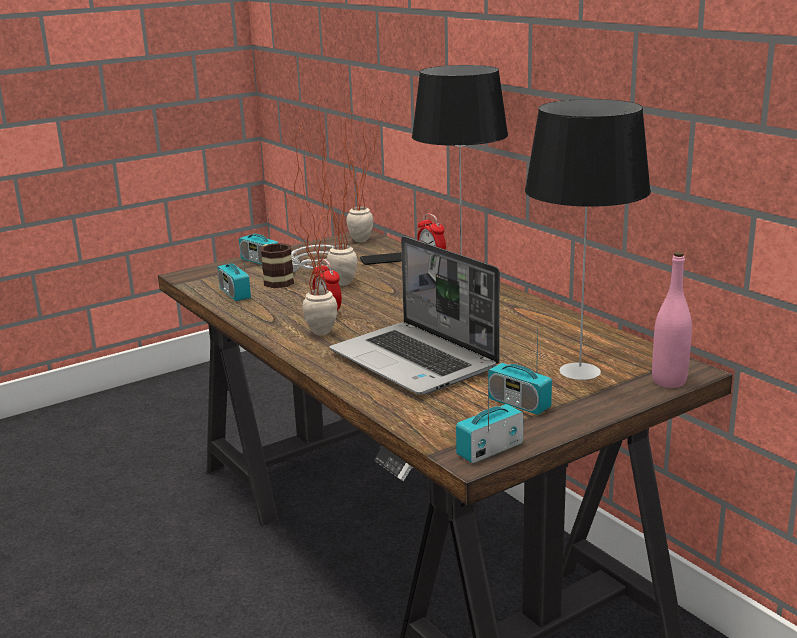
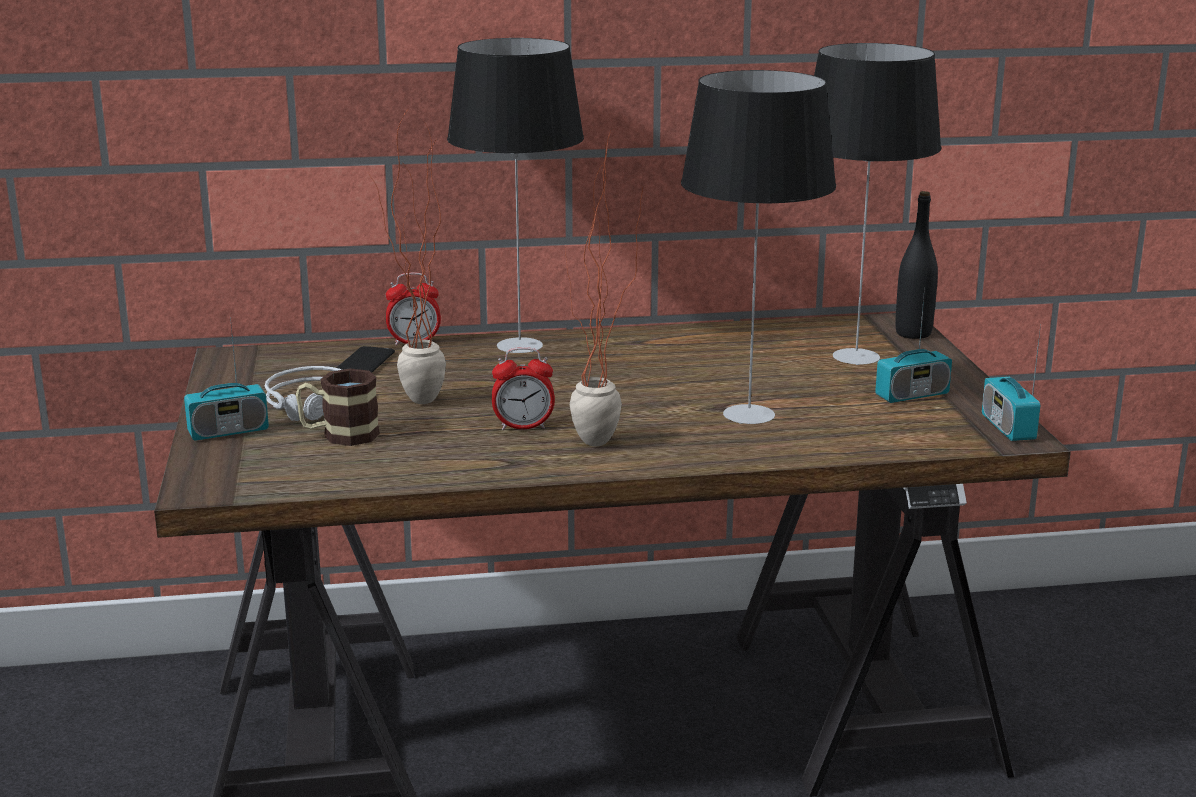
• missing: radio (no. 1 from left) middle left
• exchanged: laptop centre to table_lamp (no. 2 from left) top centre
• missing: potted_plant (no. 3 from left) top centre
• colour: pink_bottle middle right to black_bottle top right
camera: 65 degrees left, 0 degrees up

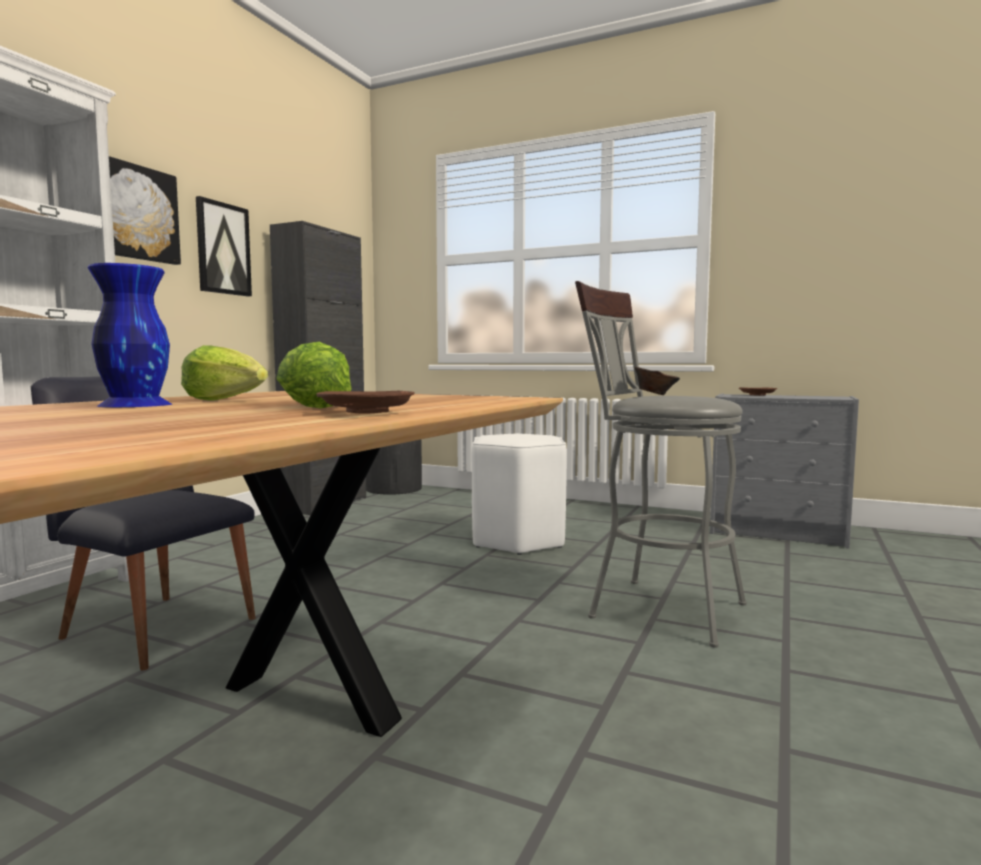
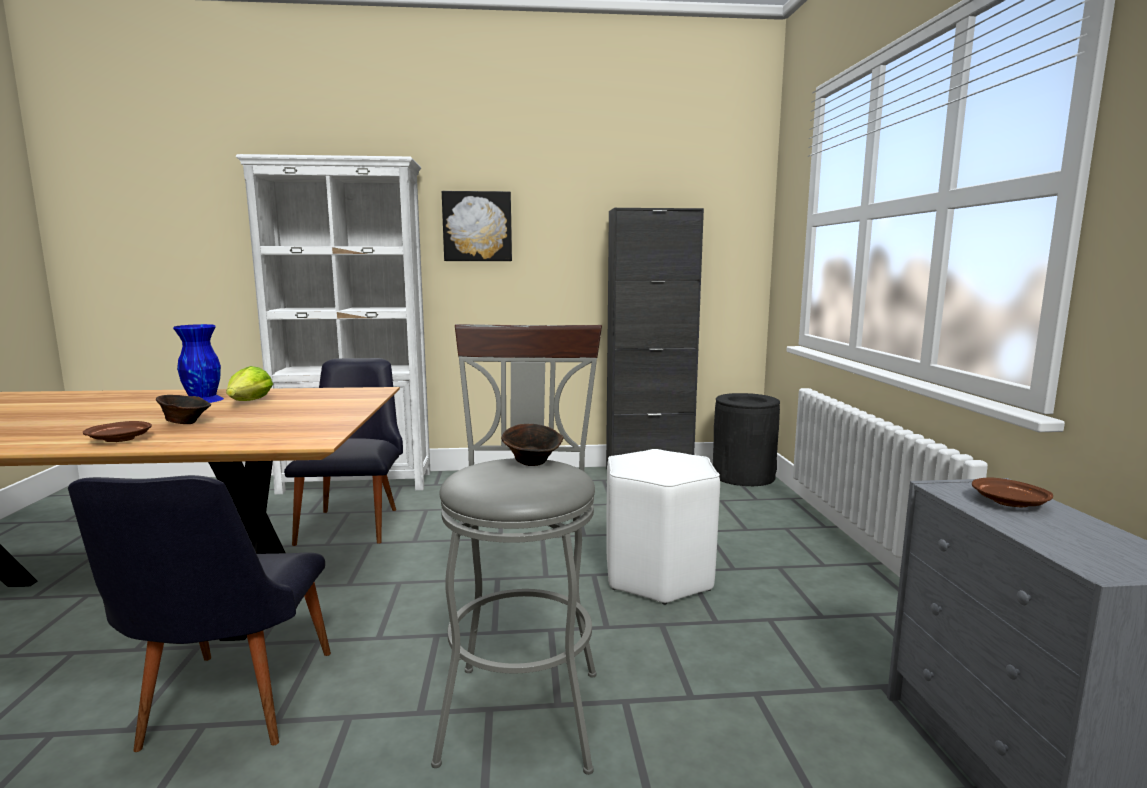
• missing: picture (no. 2 from left) top left
• exchanged: lettuce (no. 2 from left) middle left to brown_bowl (no. 1 from left) middle left
• appeared: black_chair (no. 1 from left) bottom left
camera: 60 degrees right, 5 degrees up

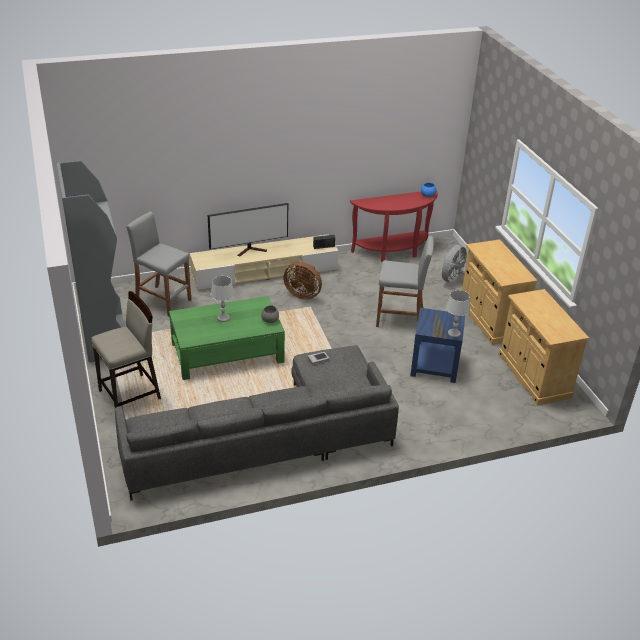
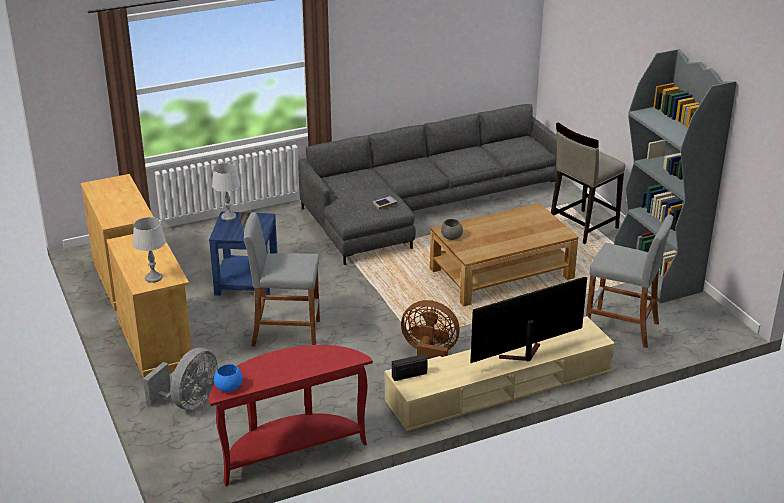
• colour: green_coffee_table centre to brown_coffee_table centre
• relocated: grey_table_lamp (no. 1 from left) centre to middle left
camera: 175 degrees right, 5 degrees down

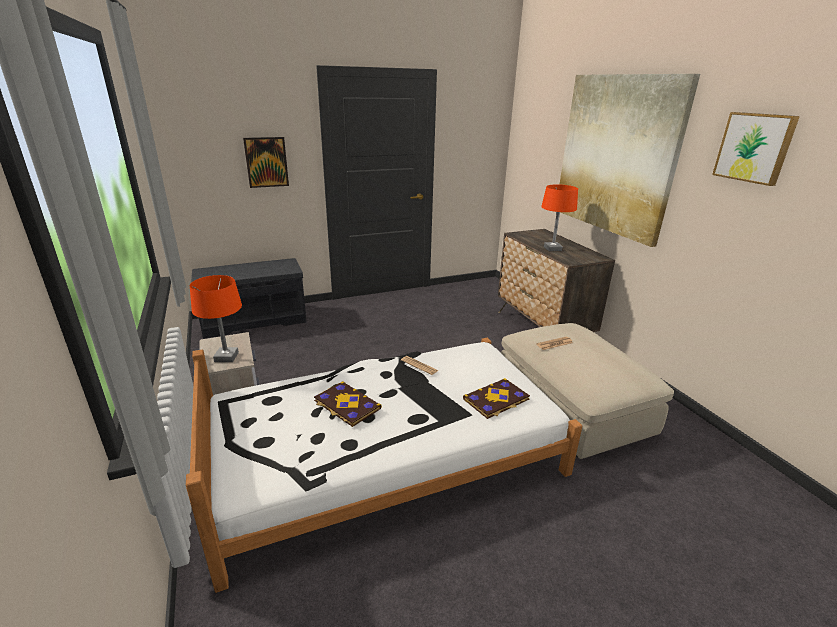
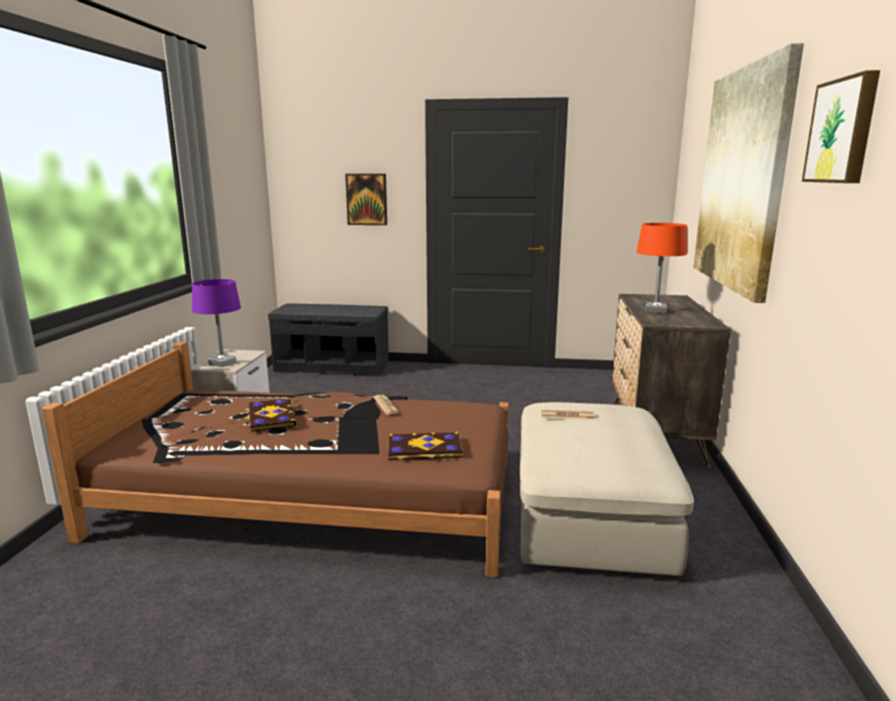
• colour: white_bed bottom centre to brown_bed middle left
• colour: orange_table_lamp (no. 1 from left) middle left to purple_table_lamp middle left
camera: 30 degrees right, 10 degrees down

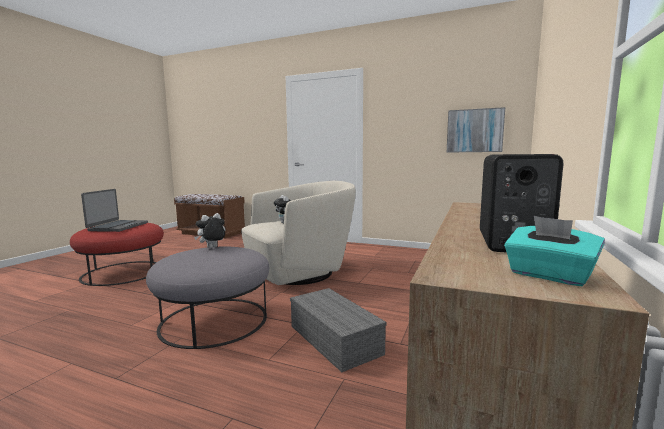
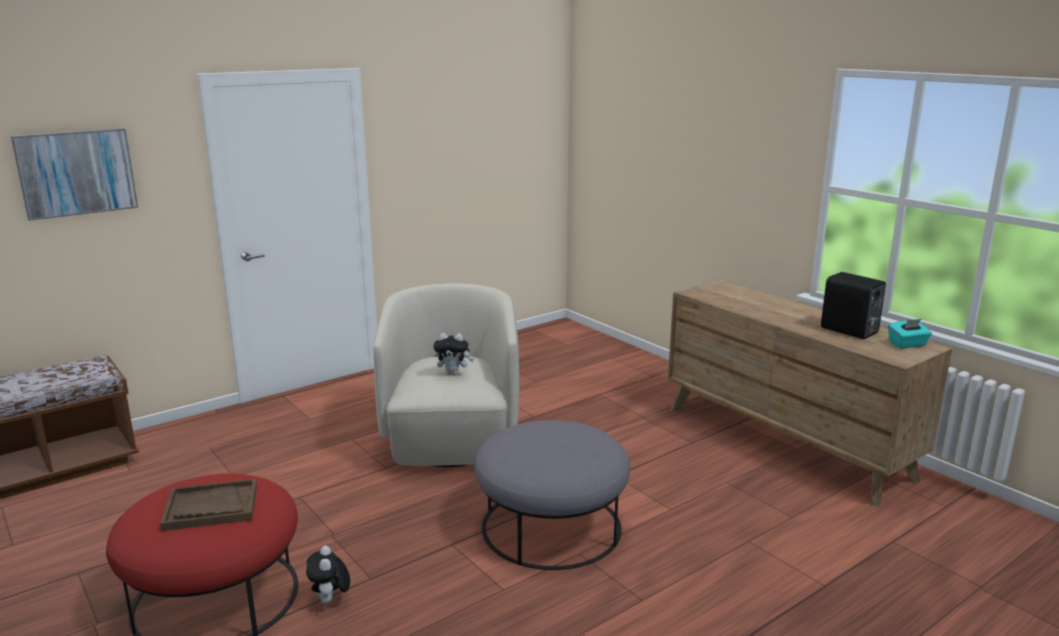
• exchanged: laptop middle left to brown_tray bottom left
• relocated: plush_toy (no. 1 from left) middle left to bottom left
• missing: grey_storage_box bottom centre
• relocated: picture top right to top left
camera: 60 degrees left, 10 degrees up

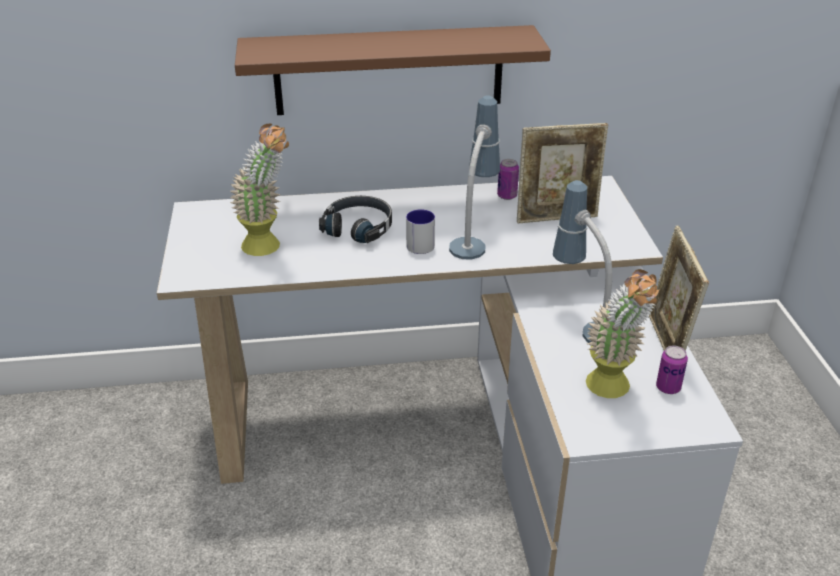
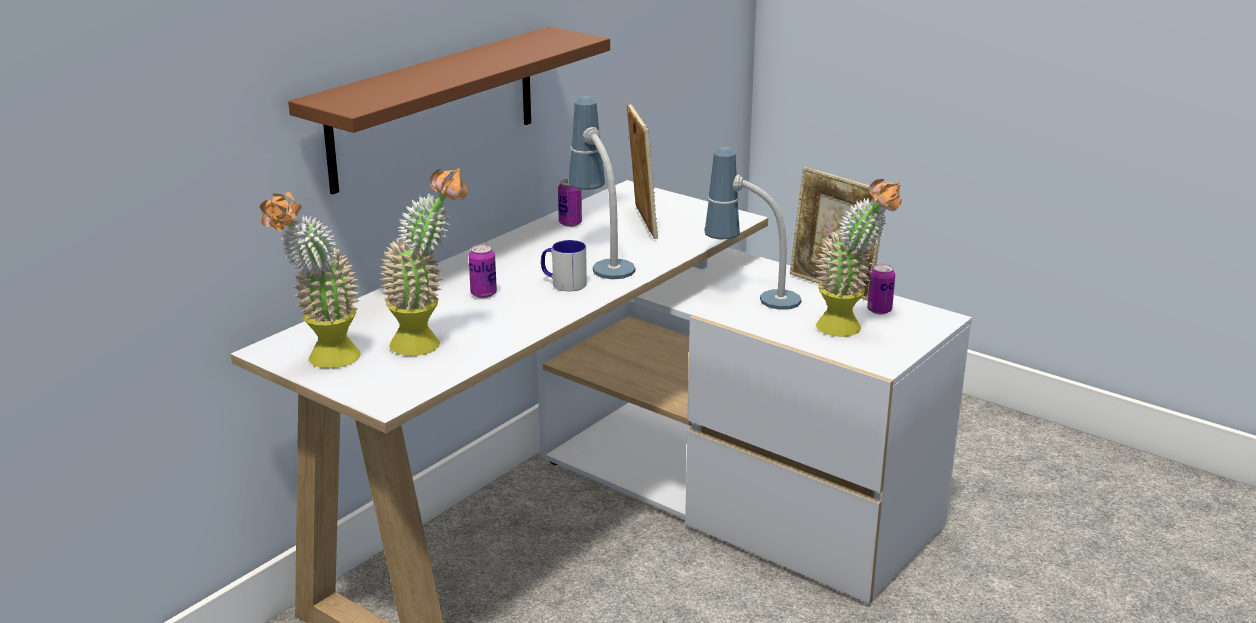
• exchanged: black_headphones centre to can (no. 1 from left) centre
• spun: picture_frame (no. 1 from left) top right = top centre 45 degrees counterclockwise
• appeared: potted_plant (no. 1 from left) middle left
camera: 45 degrees left, 10 degrees down

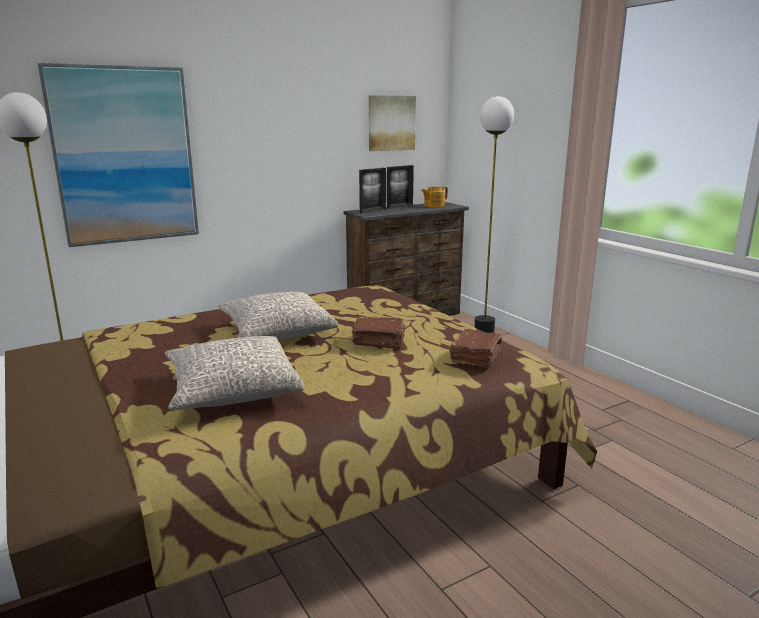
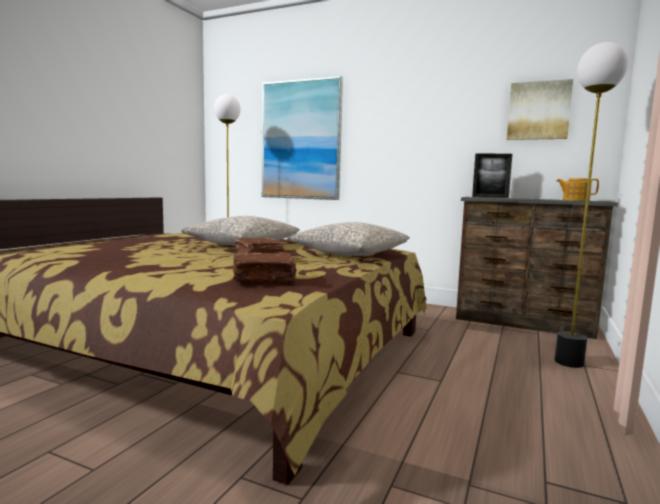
• relocated: grey_pillow (no. 1 from left in the first image) middle left to grey_pillow (no. 2 from left) centre
• missing: picture_frame (no. 2 from left) top centre
camera: 55 degrees right, 10 degrees down

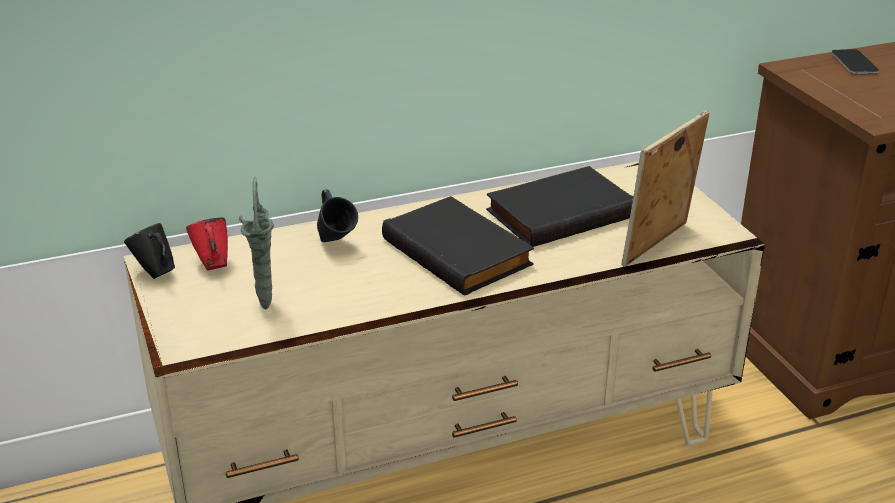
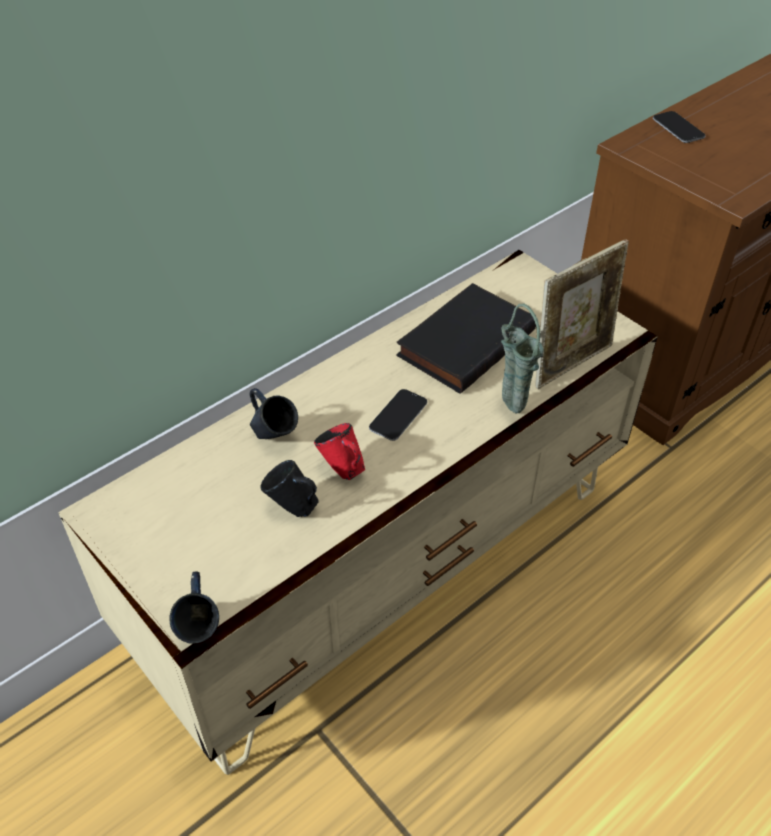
• relocated: black_mug middle left to centre
• relocated: red_mug middle left to centre
• relocated: green_vase middle left to middle right
• exchanged: black_book (no. 1 from left) centre to phone (no. 1 from left) centre
• spun: picture_frame middle right = middle right 150 degrees counterclockwise
• appeared: blue_mug (no. 1 from left) bottom left
camera: 20 degrees left, 15 degrees up

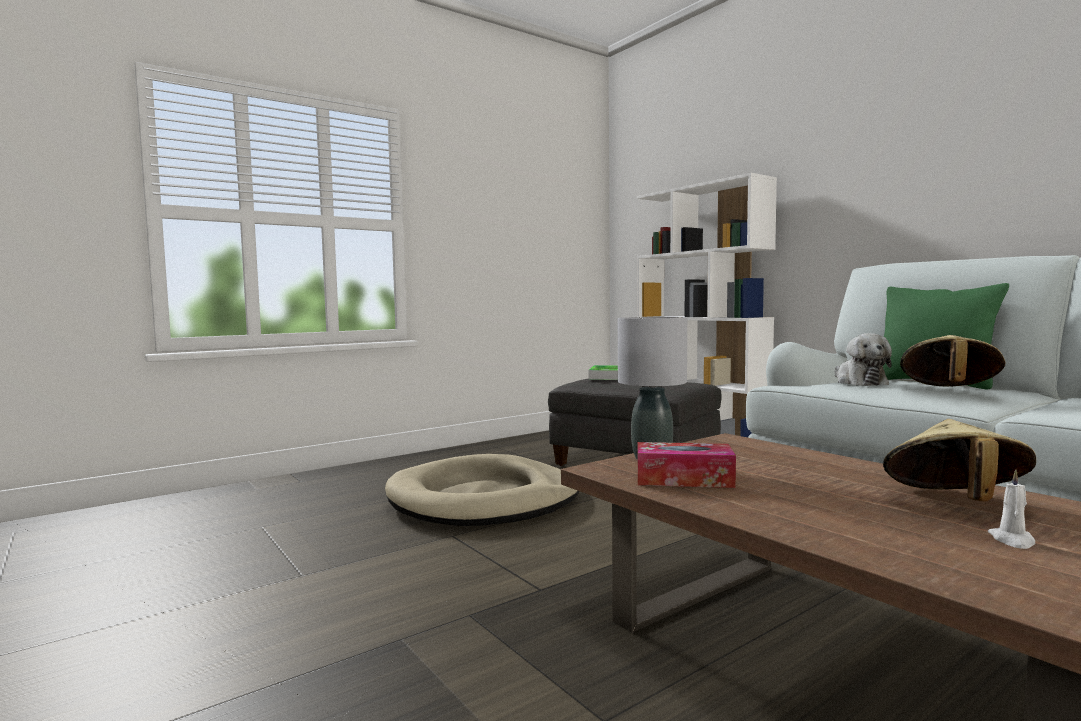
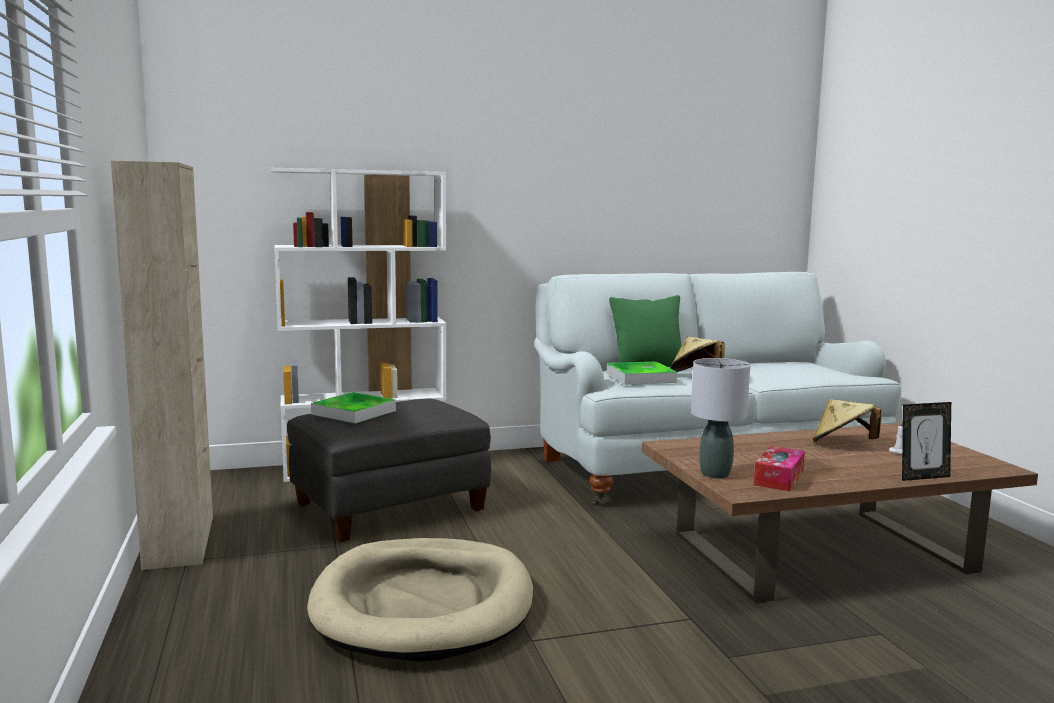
• exchanged: plush_toy middle right to tray (no. 2 from left) centre
• appeared: beige_cabinet middle left
• appeared: picture_frame middle right
camera: 70 degrees left, 5 degrees up

